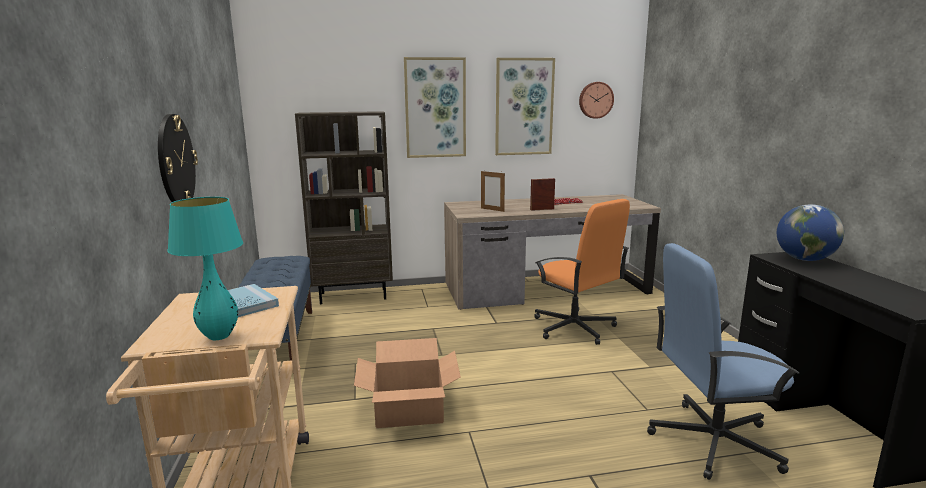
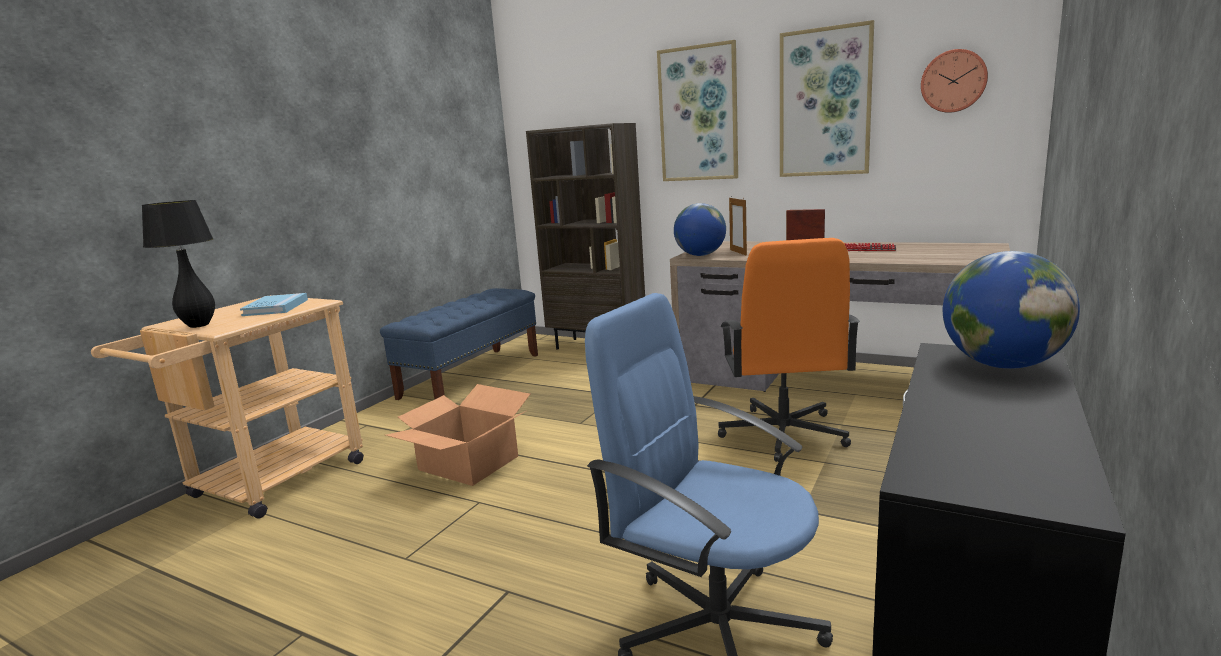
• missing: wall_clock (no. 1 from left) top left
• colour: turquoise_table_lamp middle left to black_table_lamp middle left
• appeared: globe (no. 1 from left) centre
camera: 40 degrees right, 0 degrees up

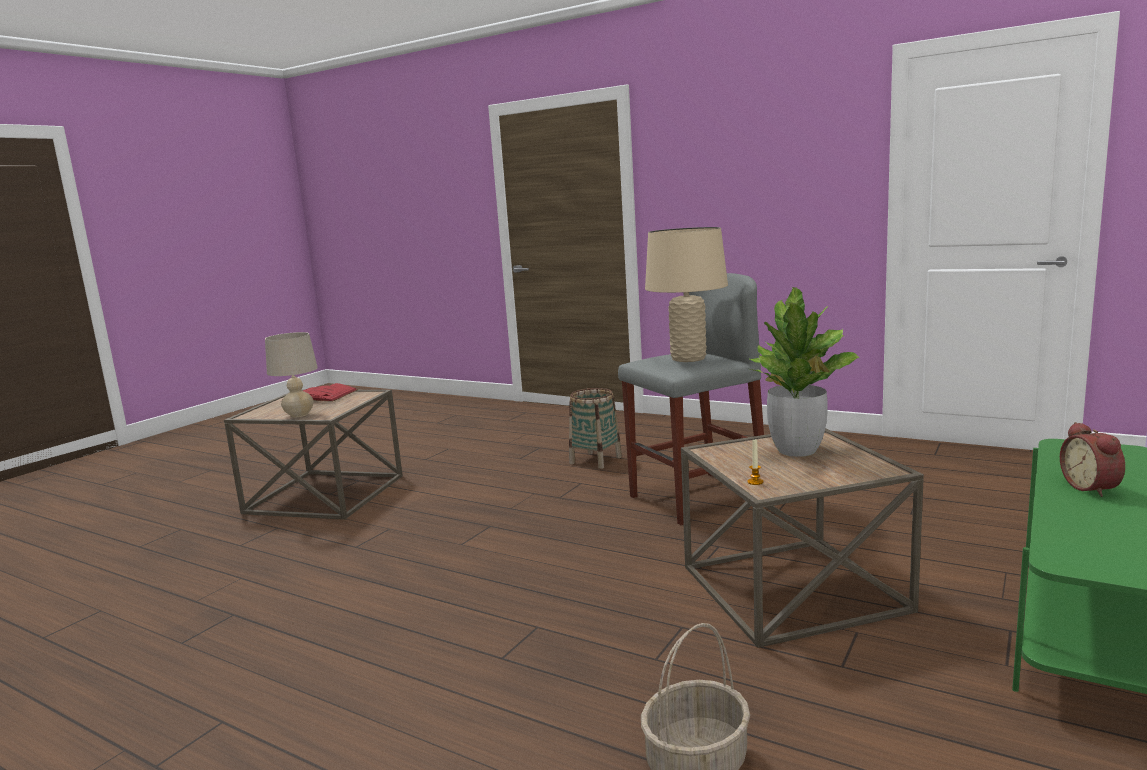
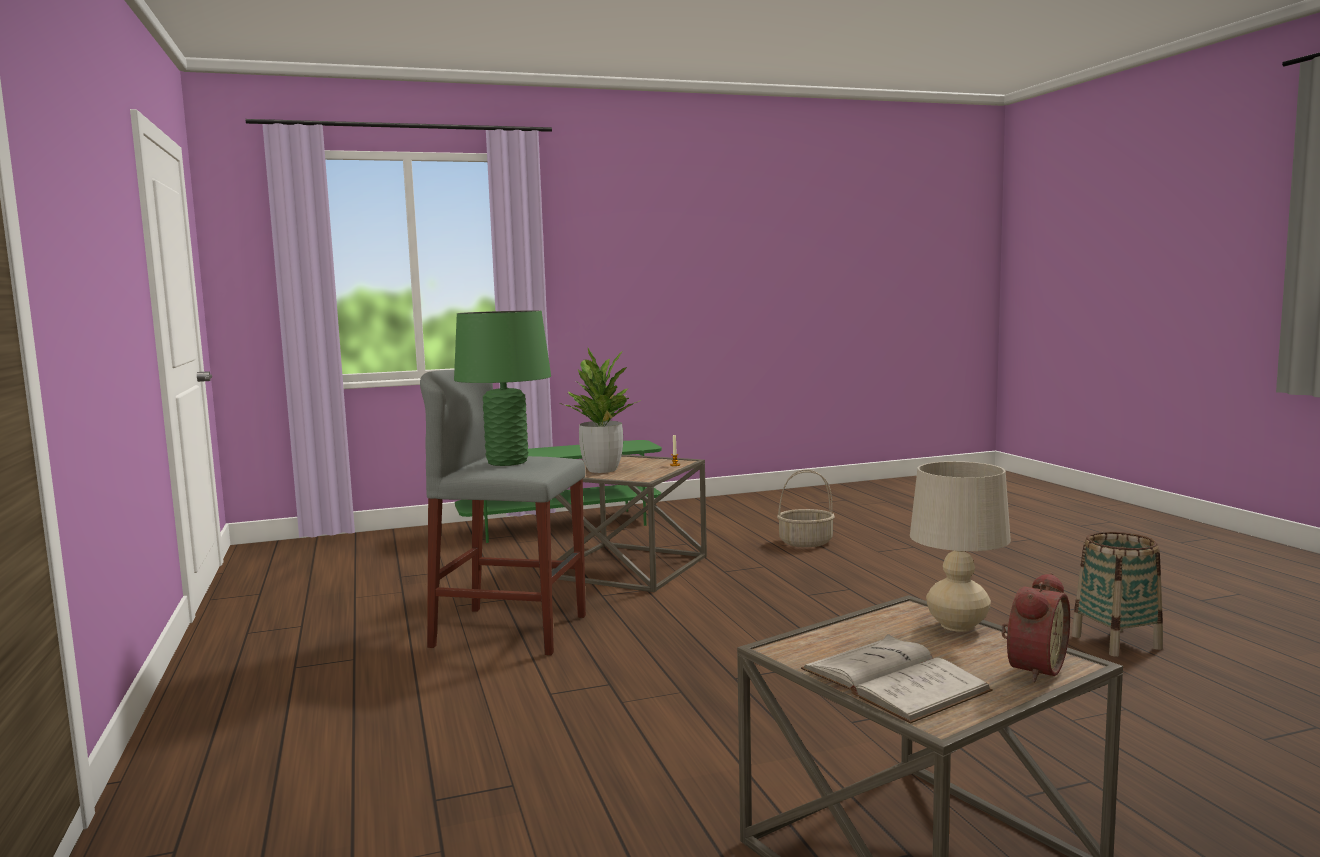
• colour: red_book middle left to white_book bottom right
• relocated: basket (no. 1 from left in the first image) centre to basket (no. 2 from left) bottom right
• colour: beige_table_lamp (no. 2 from left) centre to green_table_lamp centre
• relocated: alarm_clock middle right to bottom right
camera: 140 degrees left, 5 degrees down

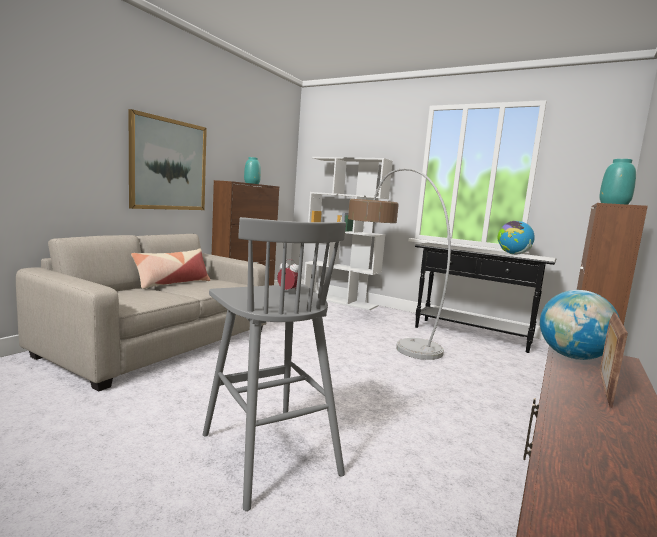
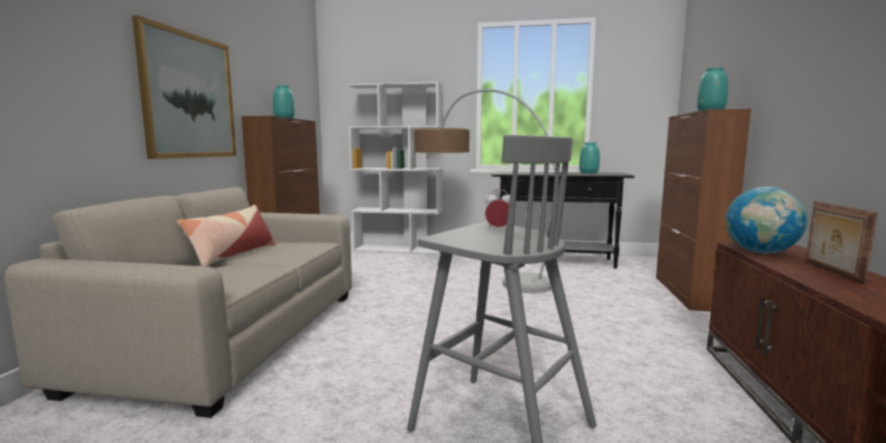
• exchanged: globe (no. 1 from left) middle right to turquoise_vase (no. 2 from left) centre
camera: 20 degrees left, 0 degrees up

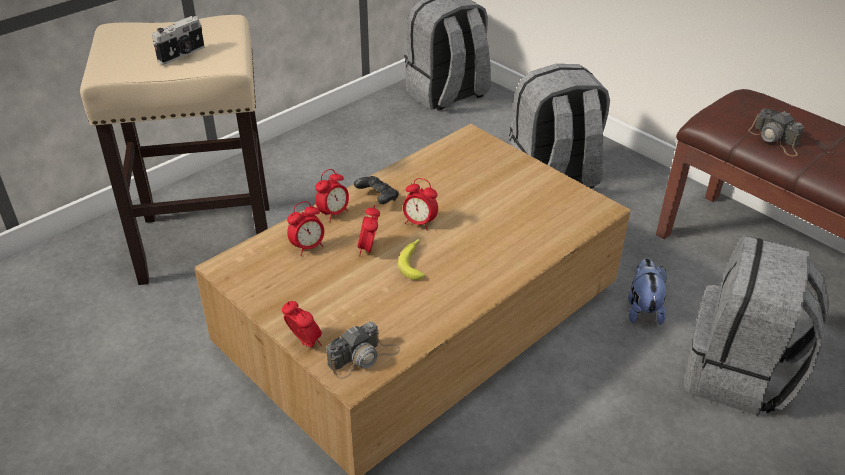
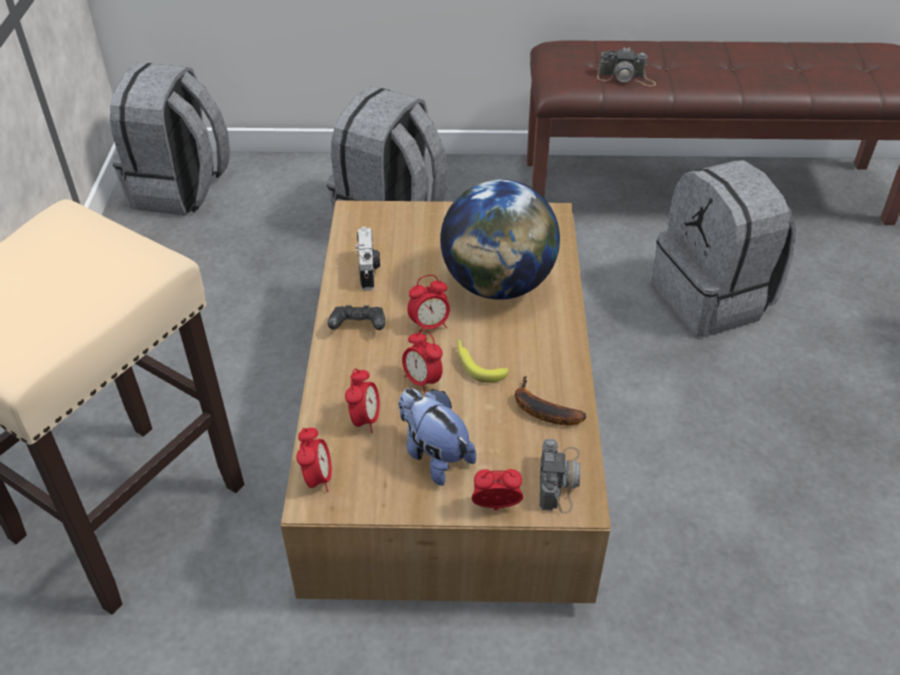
• relocated: photo_camera (no. 1 from left) top left to centre
• relocated: alarm_clock (no. 3 from left in the first image) centre to alarm_clock (no. 1 from left) bottom centre
• relocated: plush_toy middle right to centre
• appeared: globe centre
• appeared: banana (no. 2 from left) centre
camera: 45 degrees left, 5 degrees up

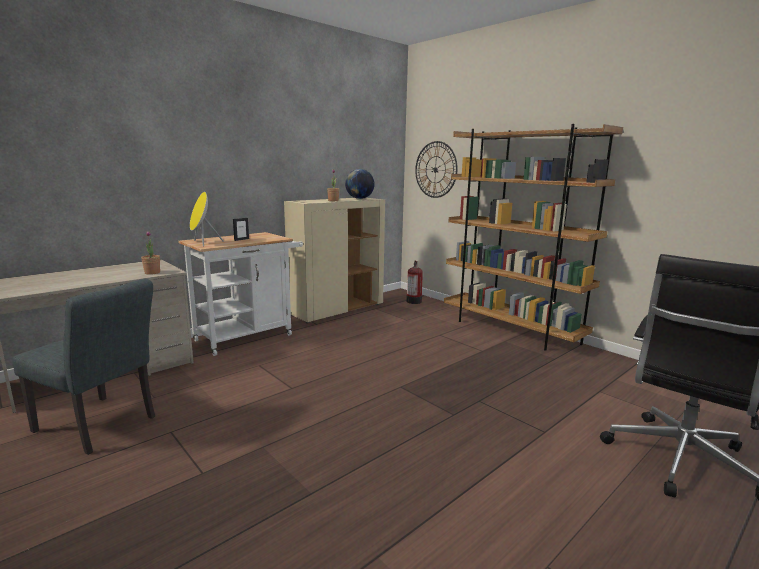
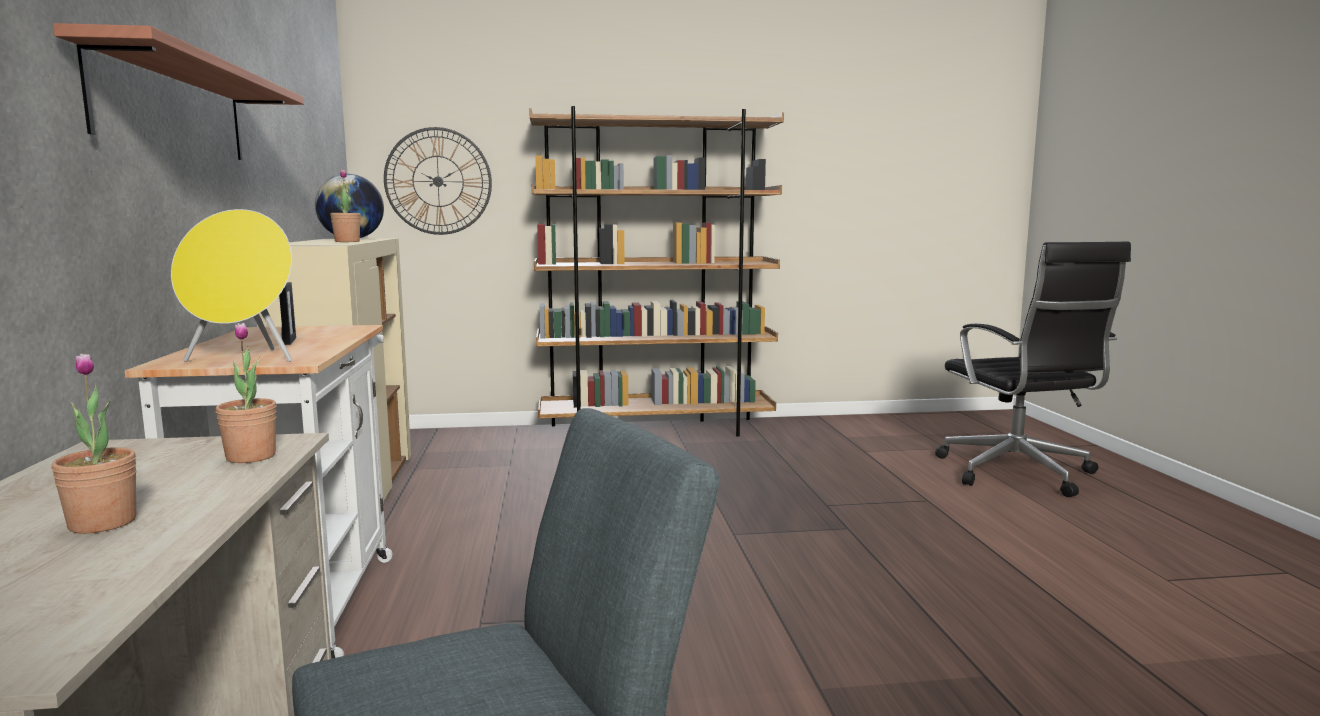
• missing: fire_extinguisher centre
• appeared: potted_plant (no. 1 from left) middle left
• appeared: shelf top left
camera: 55 degrees left, 5 degrees down

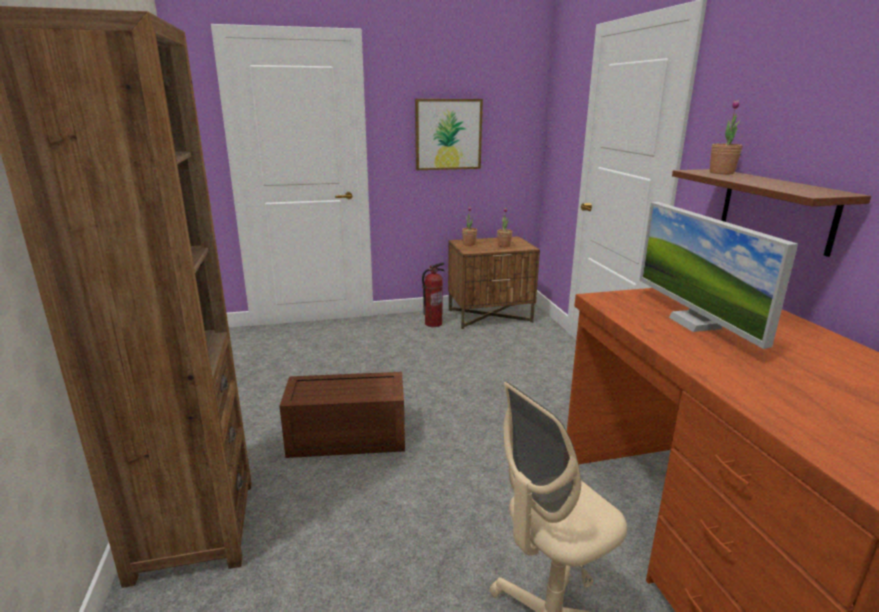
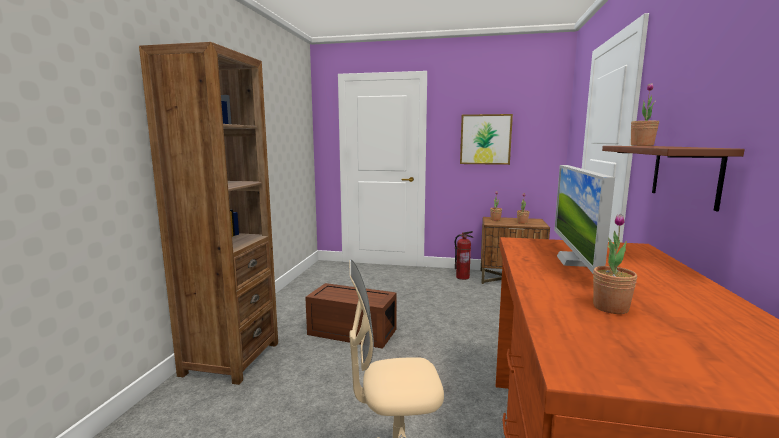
• appeared: potted_plant (no. 3 from left) middle right
camera: 25 degrees right, 10 degrees down

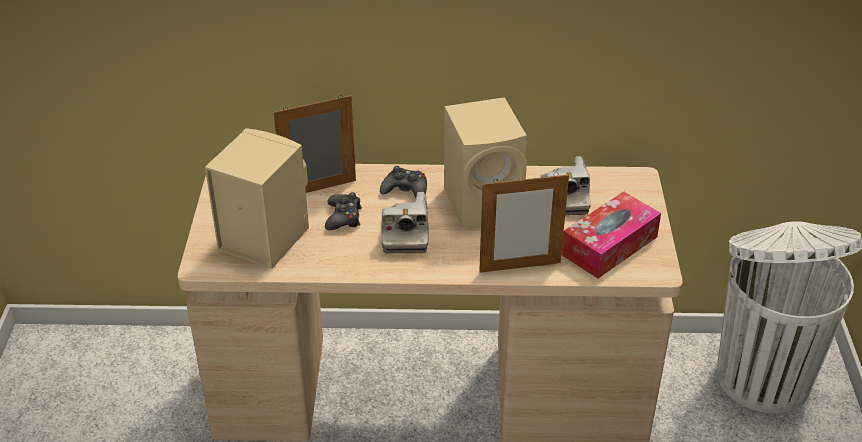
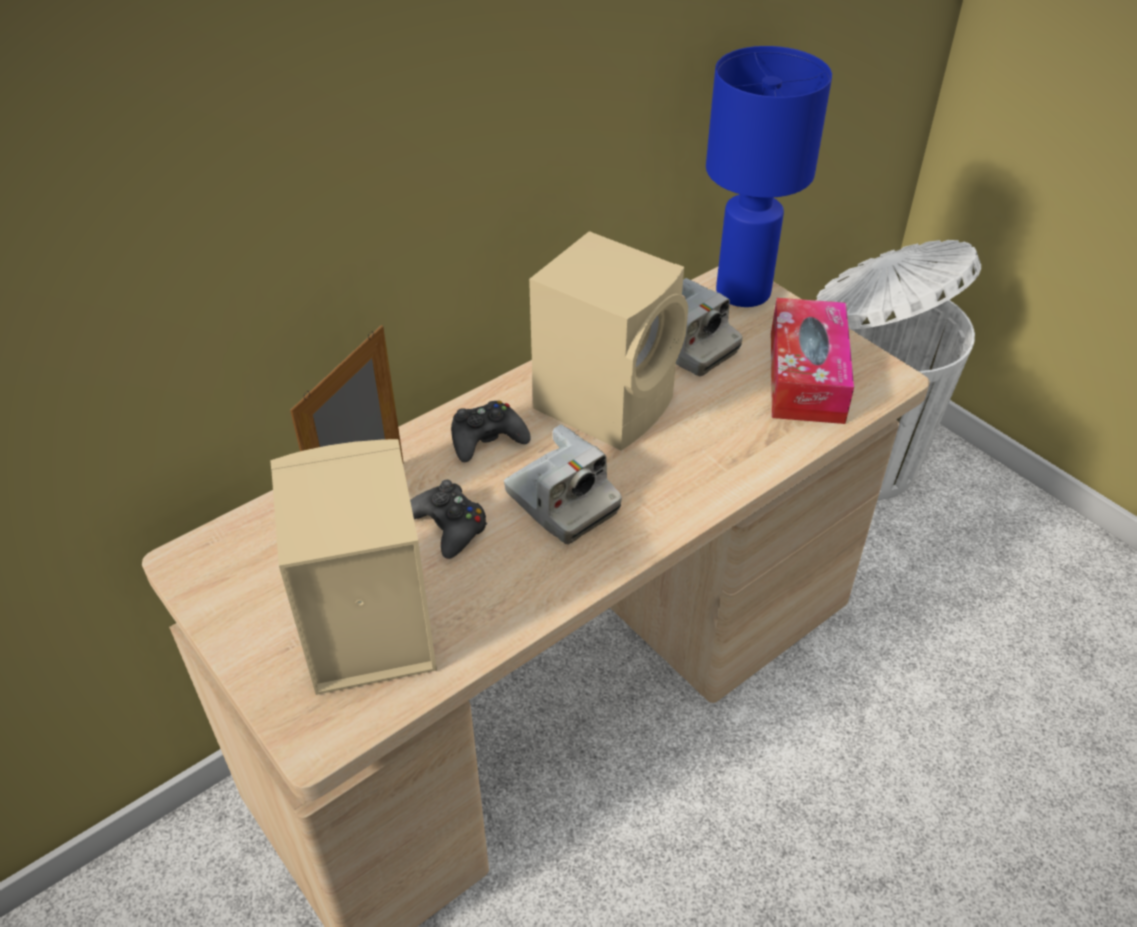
• missing: picture_frame (no. 2 from left) centre
• appeared: blue_table_lamp top right
camera: 40 degrees left, 5 degrees up

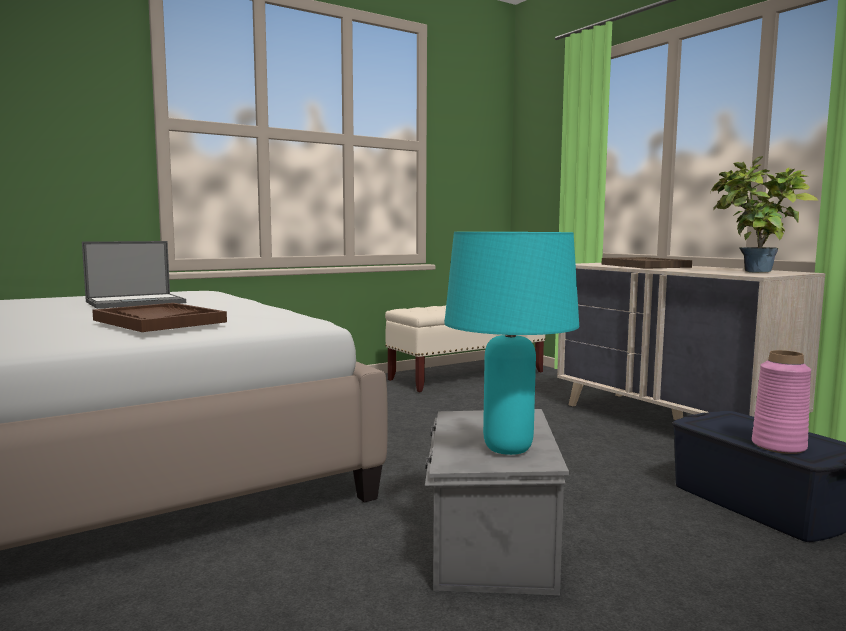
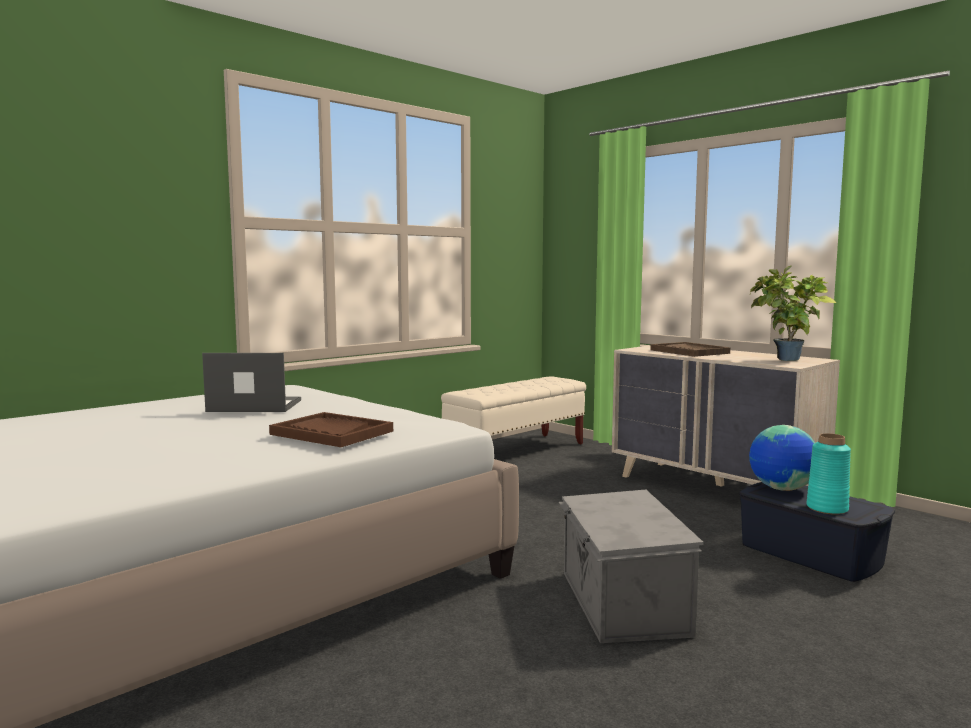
• spun: laptop middle left = middle left 135 degrees counterclockwise
• missing: turquoise_table_lamp centre
• colour: pink_vase middle right to turquoise_vase middle right
• appeared: globe middle right
camera: 10 degrees left, 0 degrees up

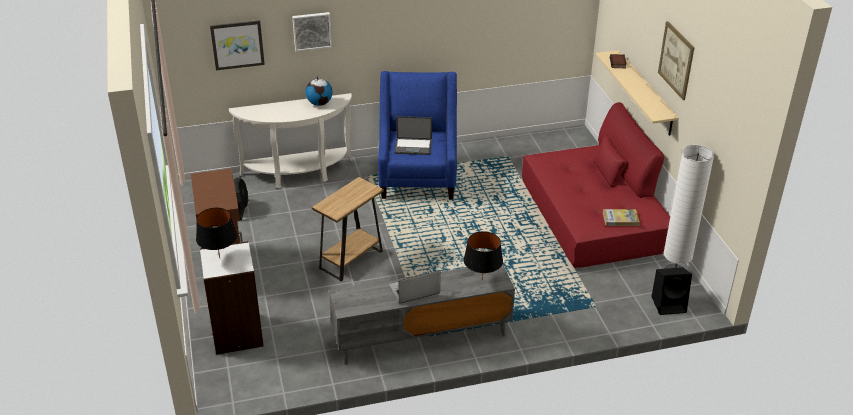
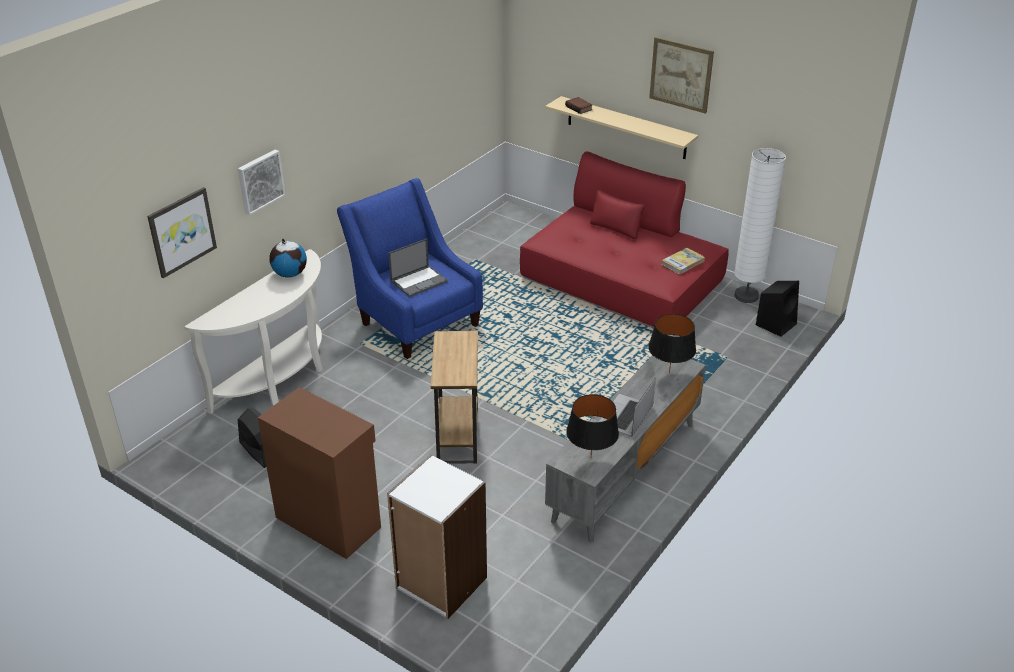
• relocated: black_table_lamp (no. 1 from left) middle left to centre
camera: 40 degrees left, 0 degrees up

